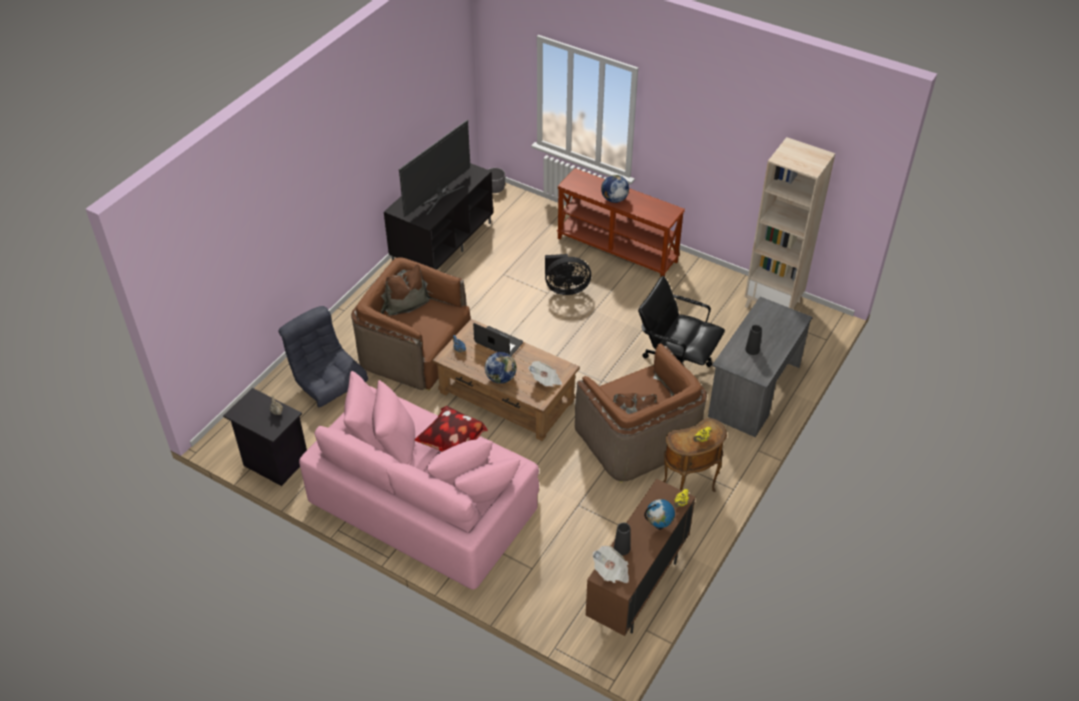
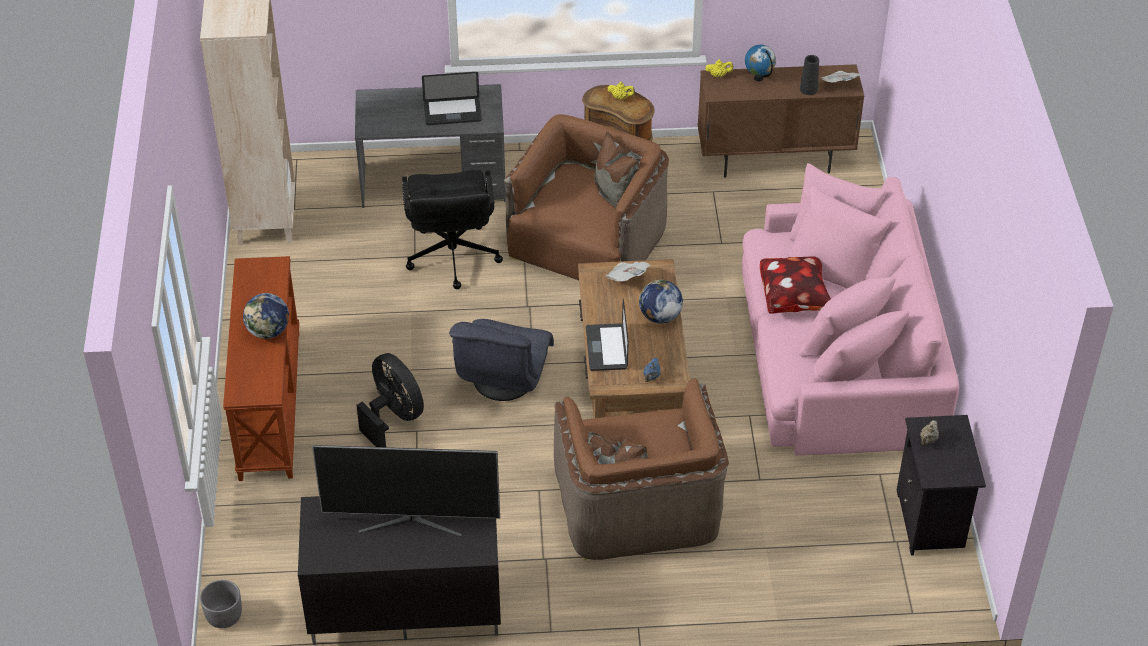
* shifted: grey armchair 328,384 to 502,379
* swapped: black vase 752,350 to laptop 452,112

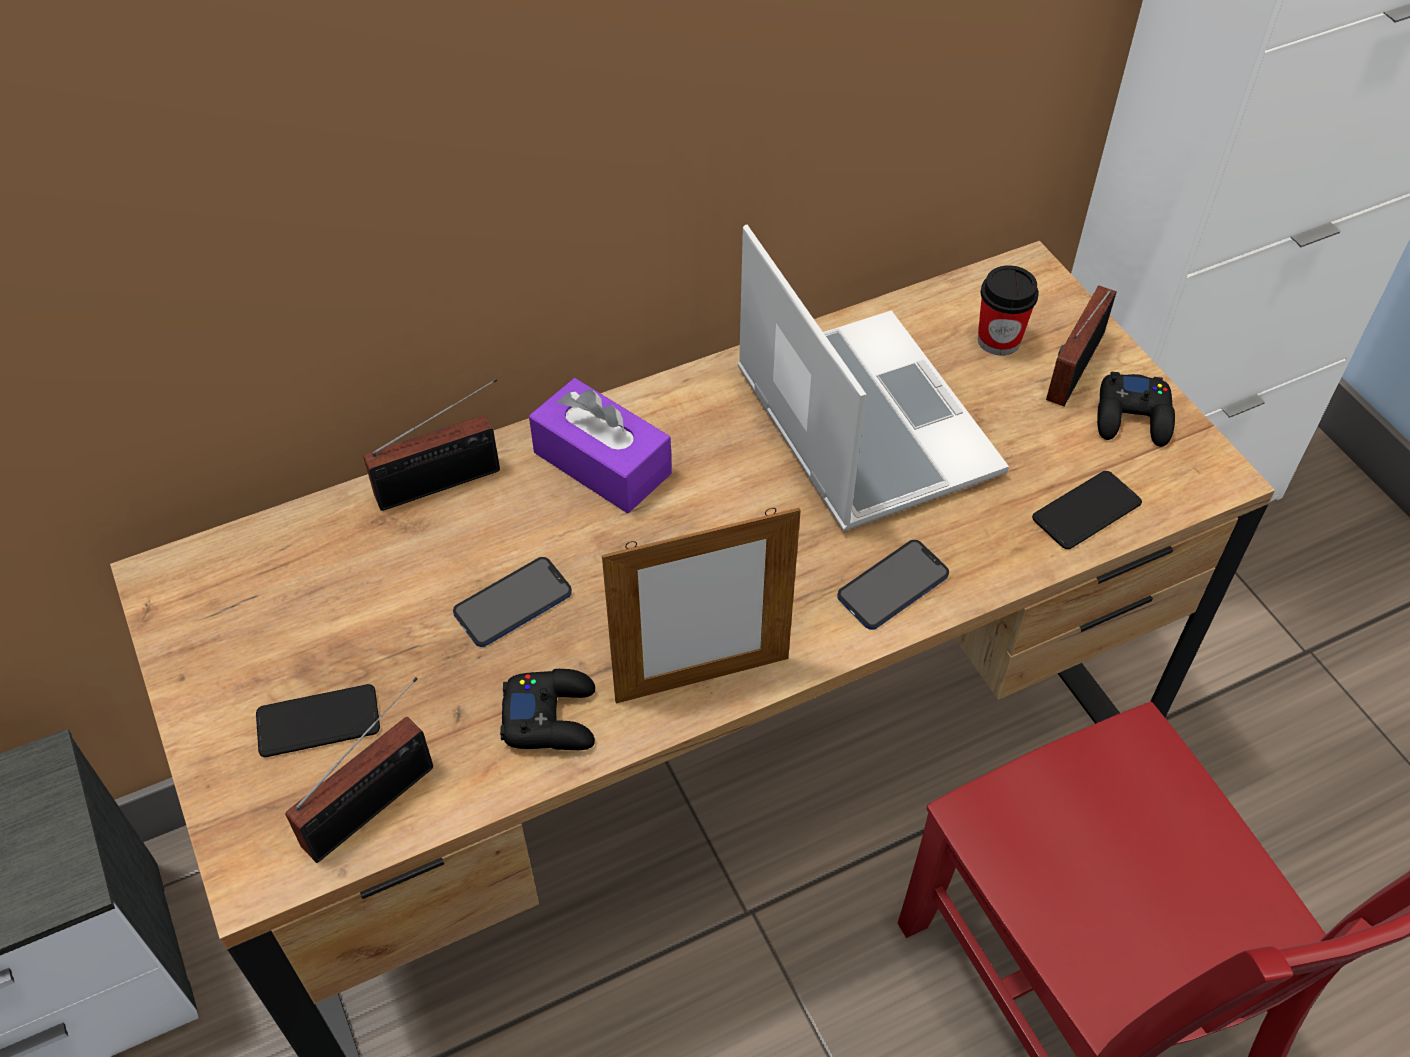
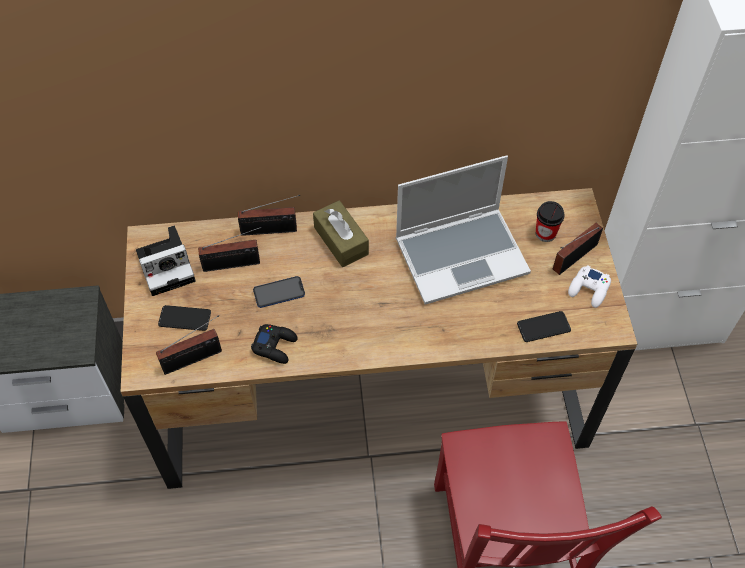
* gone: picture frame 702,679
* gone: phone 893,586
* new: photo camera 168,265
* new: radio 234,264
* repainted: purple tissue box 602,463 to brown tissue box 341,241
* repainted: black game controller 1133,417 to white game controller 589,289
* rotated: laptop 860,422 = 462,255 75 degrees clockwise

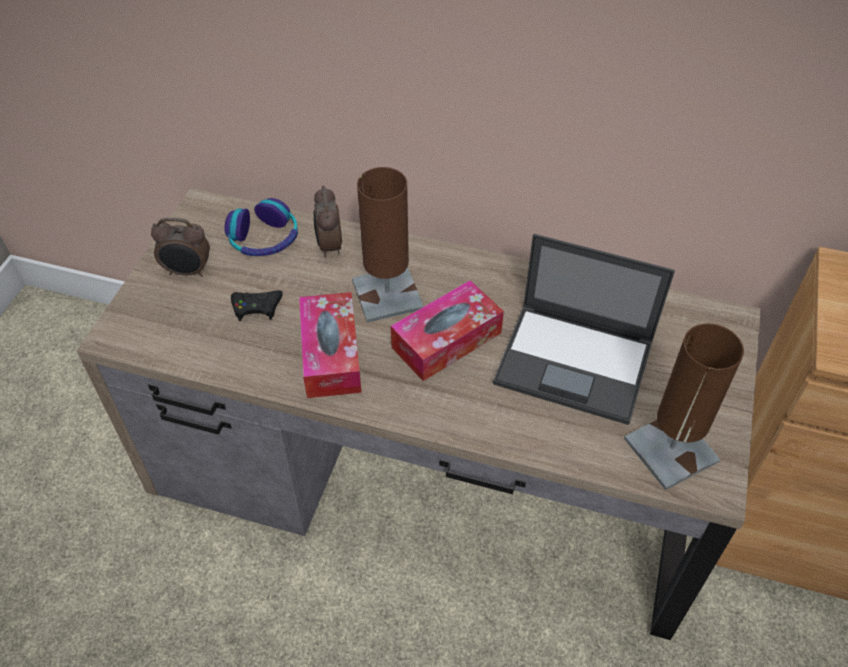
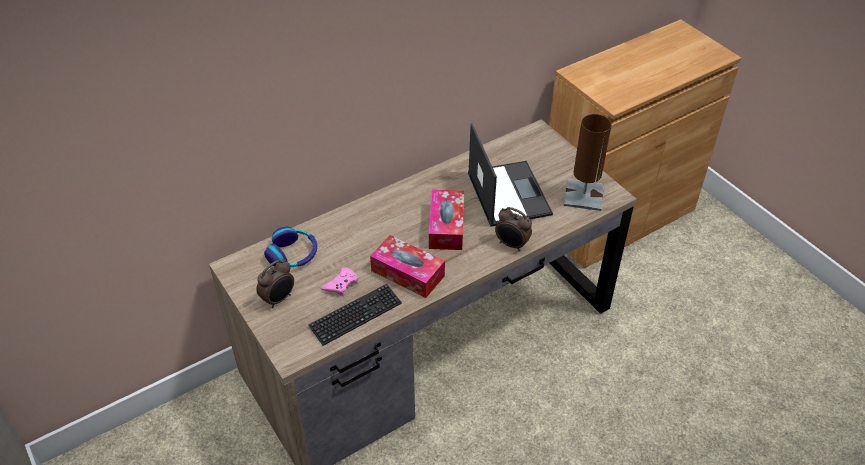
* gone: brown table lamp 387,294
* new: keyboard 355,315
* shifted: alarm clock 329,246 to 511,245
* repainted: black game controller 256,307 to pink game controller 341,284
* rotated: laptop 576,363 = 508,193 75 degrees counterclockwise

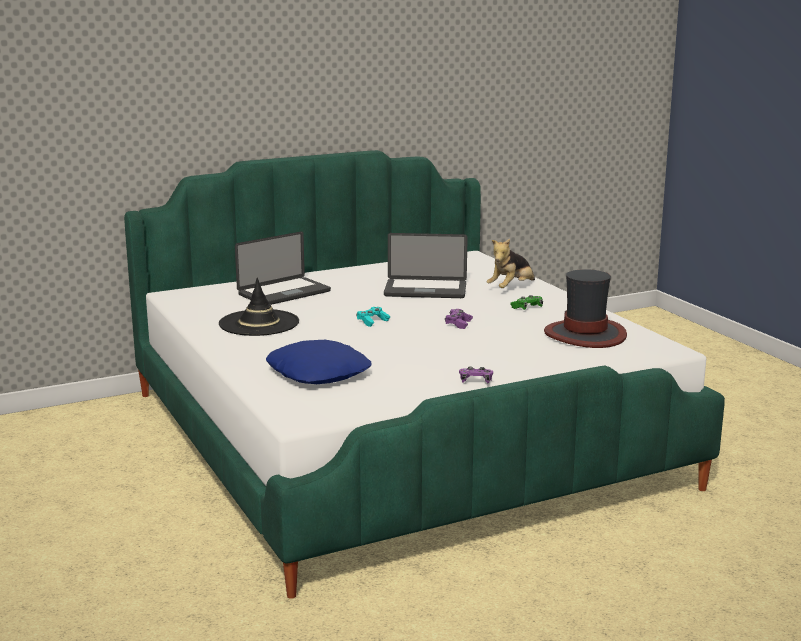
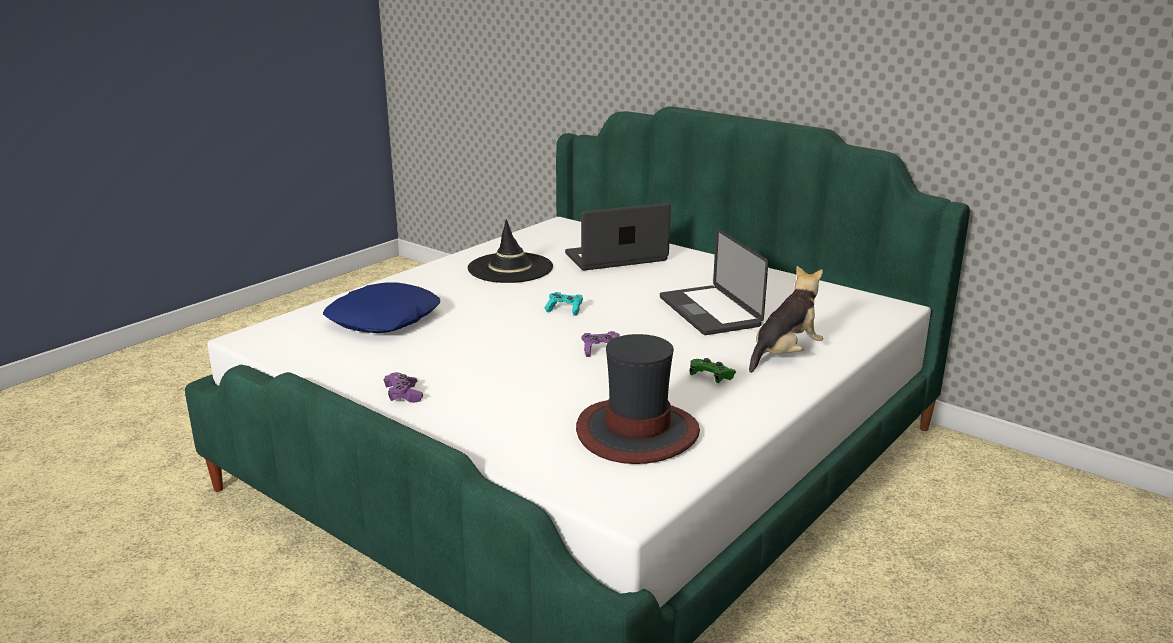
* rotated: laptop 284,293 = 616,257 135 degrees clockwise
* rotated: plush toy 511,288 = 784,354 120 degrees clockwise

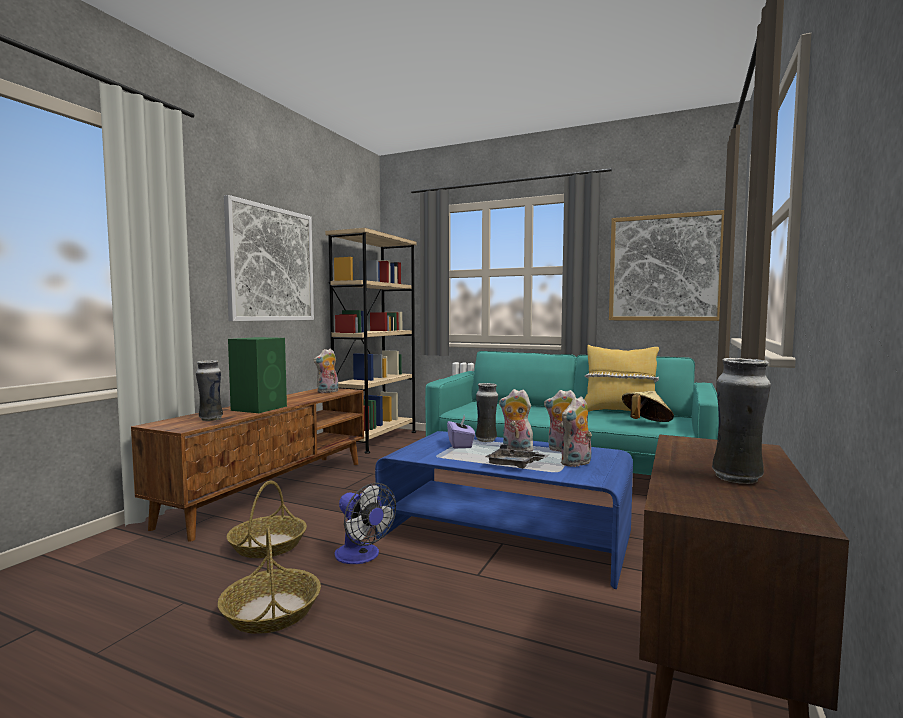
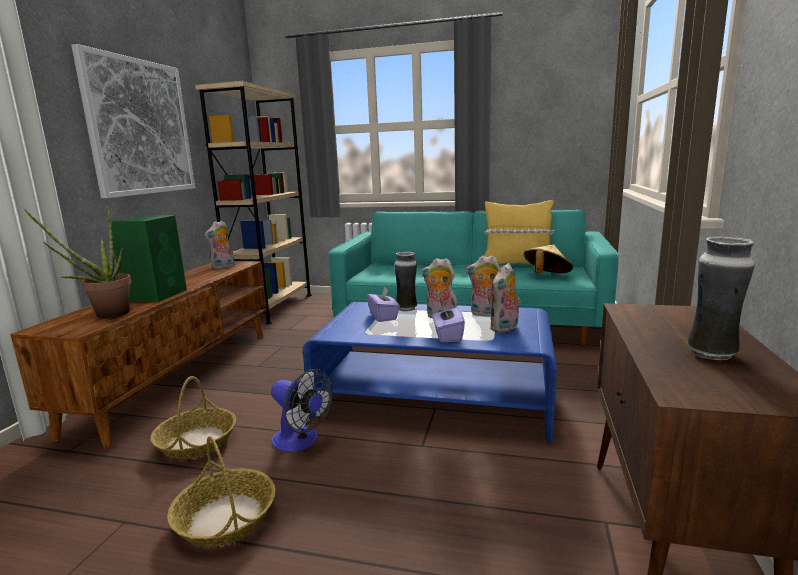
* gone: picture 664,268
* swapped: vase 210,419 to potted plant 105,315
* swapped: grey tray 515,465 to purple tissue box 447,336

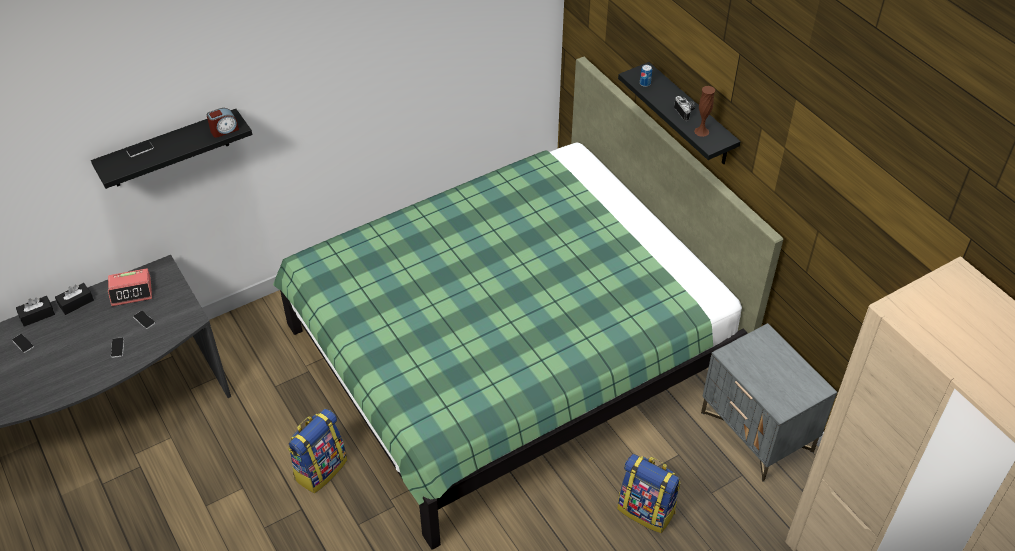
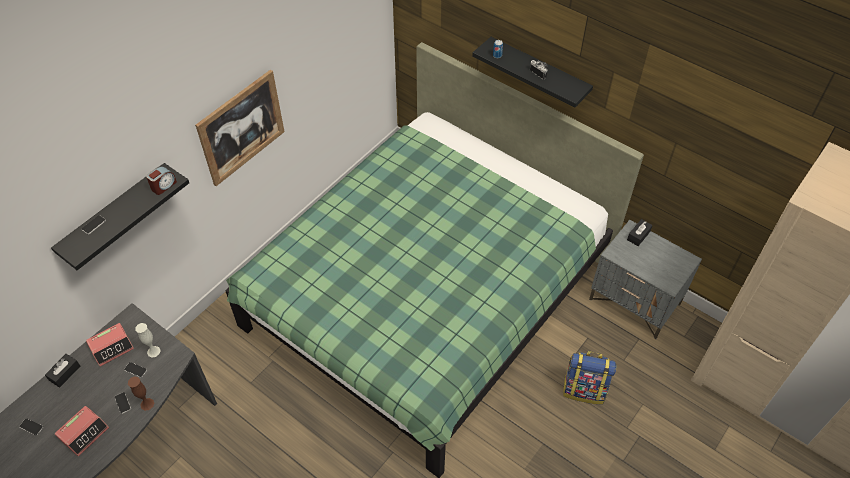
* gone: backpack 320,469
* new: alarm clock 84,433
* new: white vase 153,351
* new: picture 241,127
* shifted: black tissue box 37,315 to 638,235
* shifted: brown vase 701,131 to 147,404

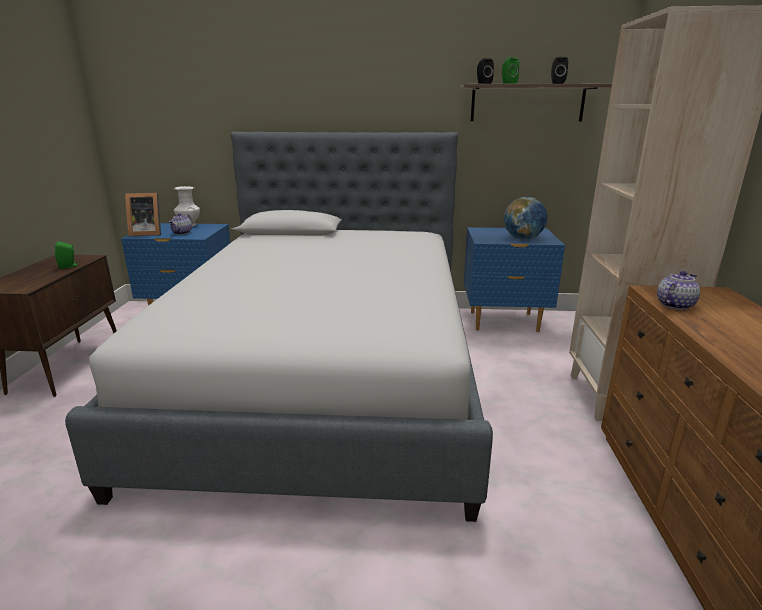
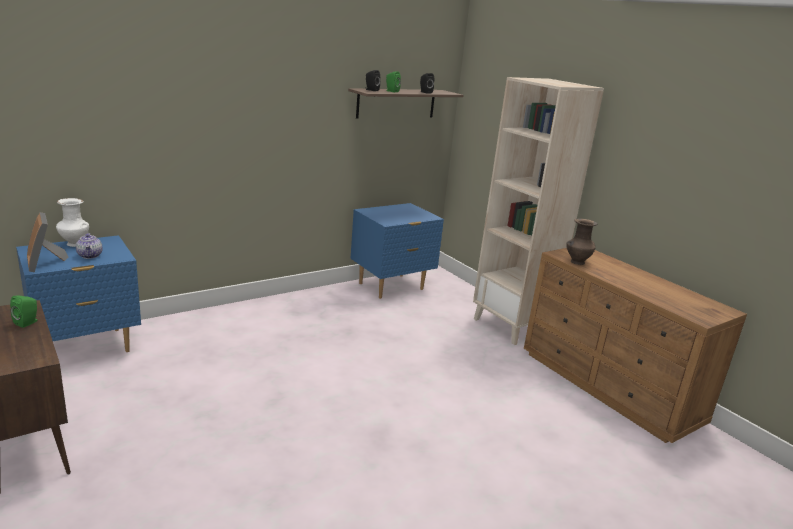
* gone: bed 326,375
* gone: globe 523,239
* swapped: teapot 674,305 to brown vase 576,262
* rotated: picture frame 146,233 = 45,263 105 degrees clockwise

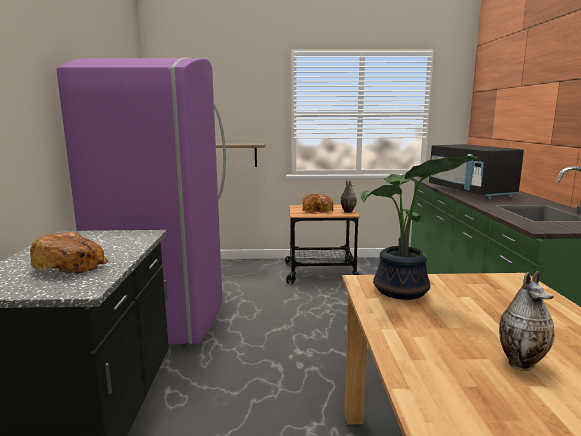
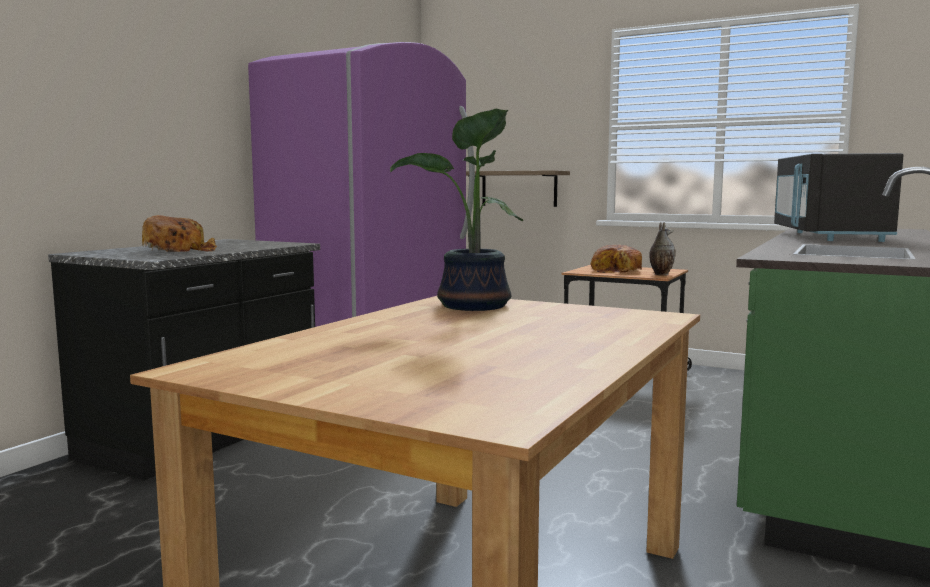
* gone: vase 521,363

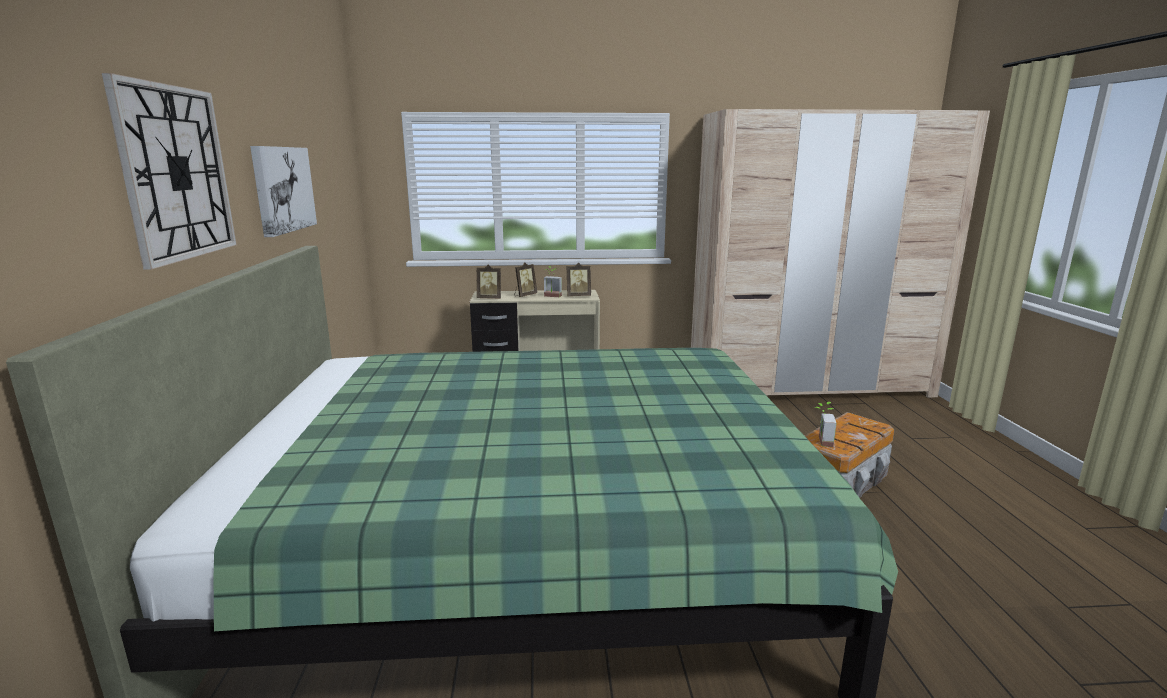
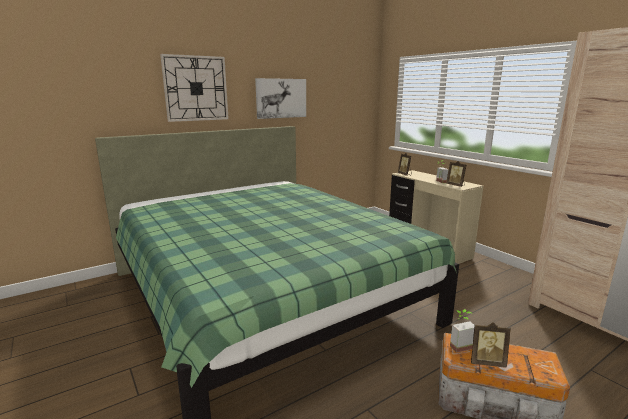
* shifted: picture frame 524,295 to 486,362

